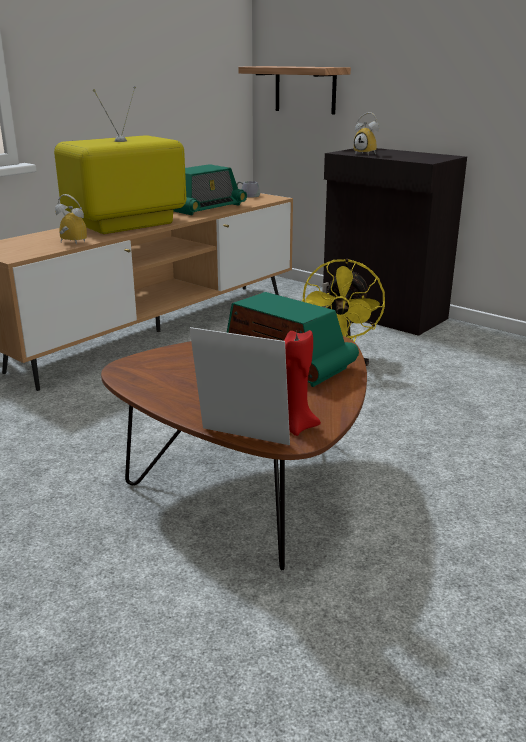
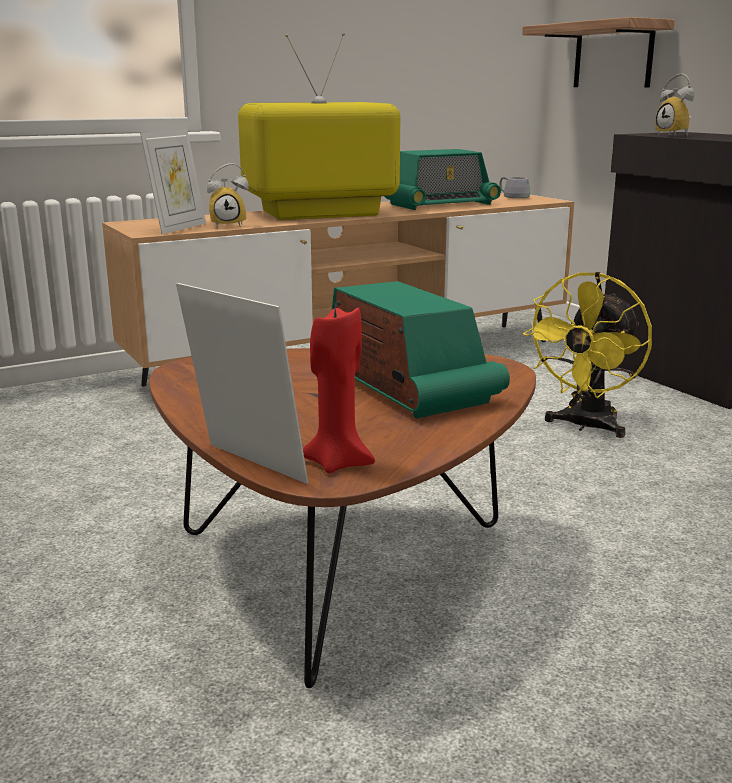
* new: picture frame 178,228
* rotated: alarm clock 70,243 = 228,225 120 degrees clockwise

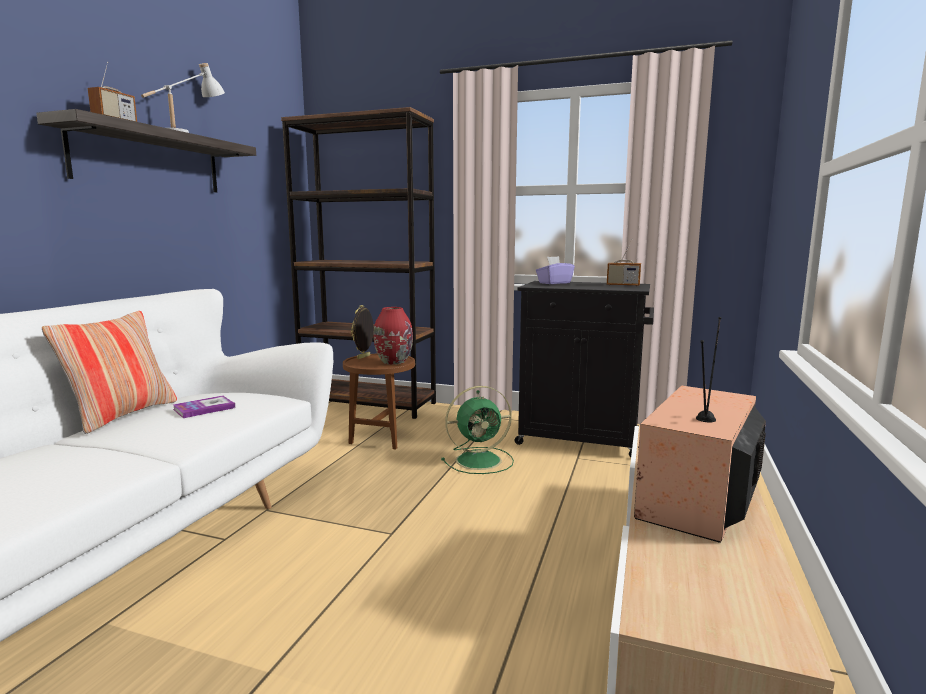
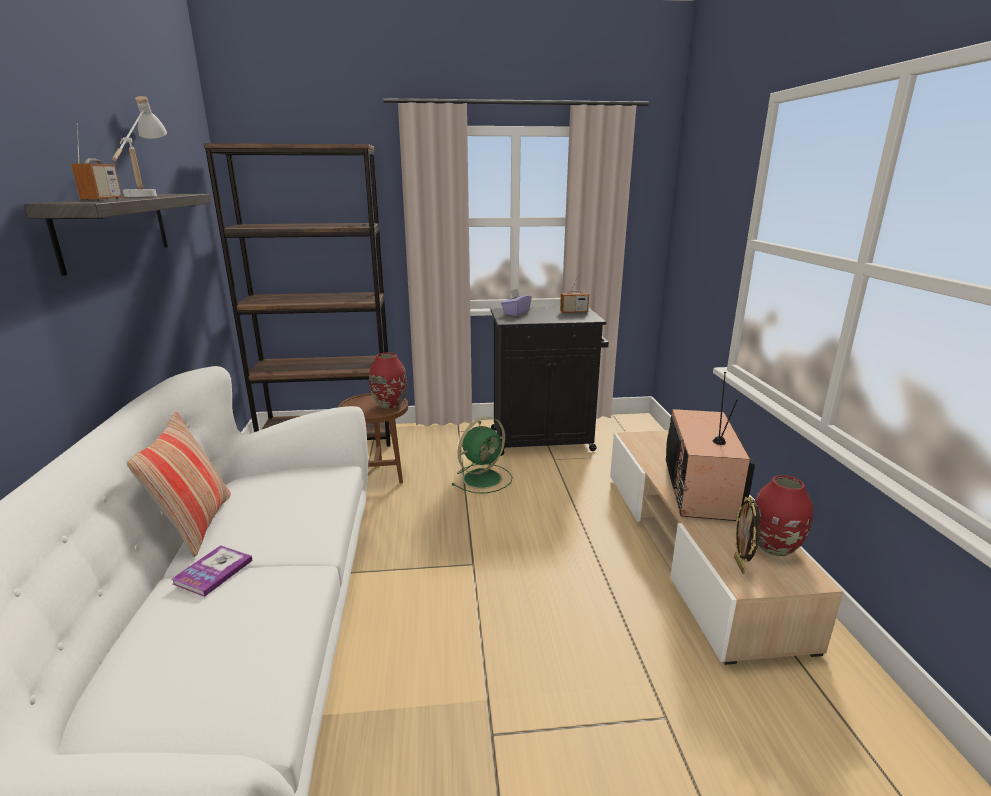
* new: red vase 775,547
* shifted: book 204,408 to 213,572
* shifted: picture frame 364,357 to 740,565

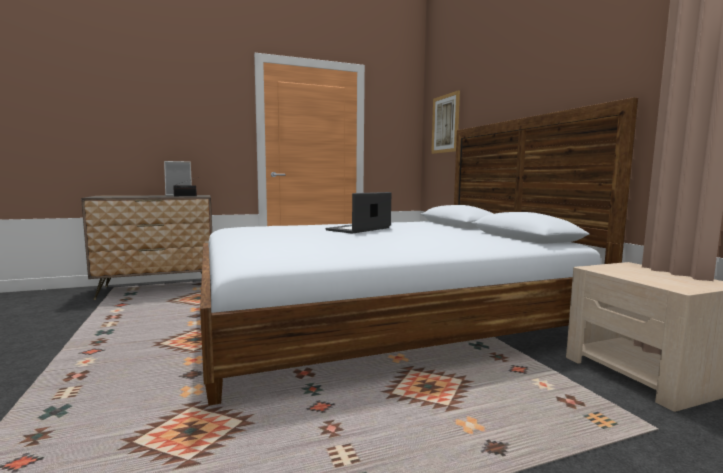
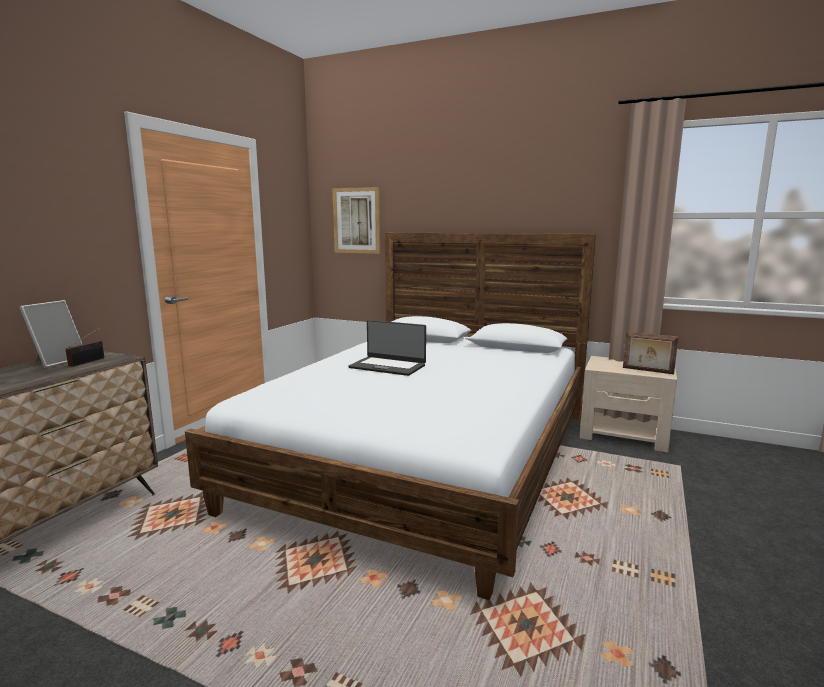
* new: picture frame 647,371
* rotated: laptop 359,229 = 388,366 60 degrees counterclockwise

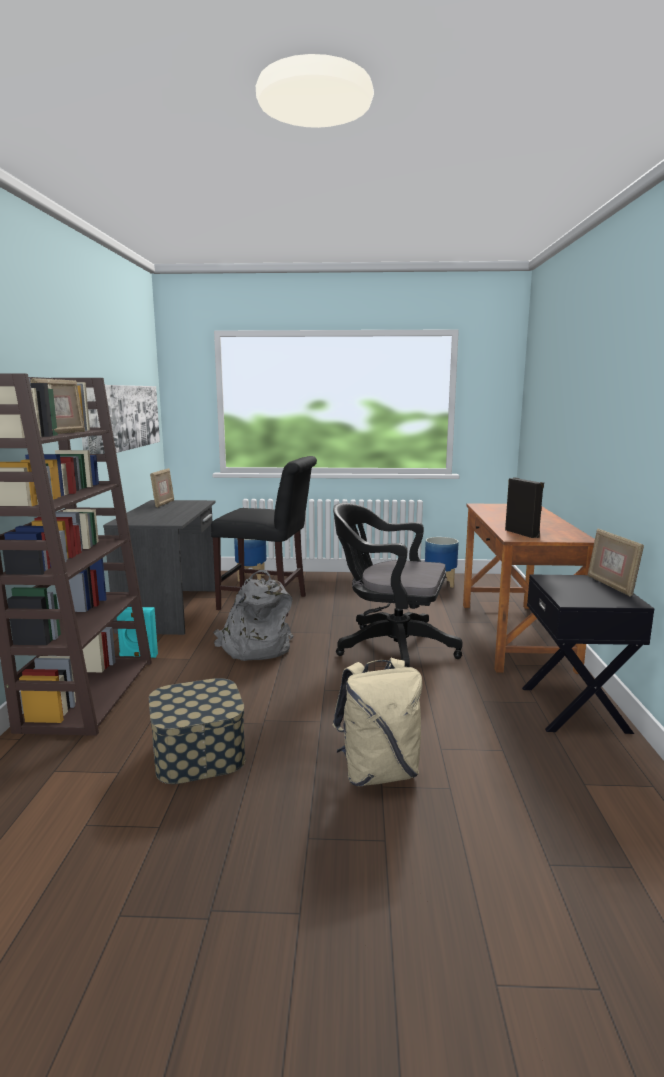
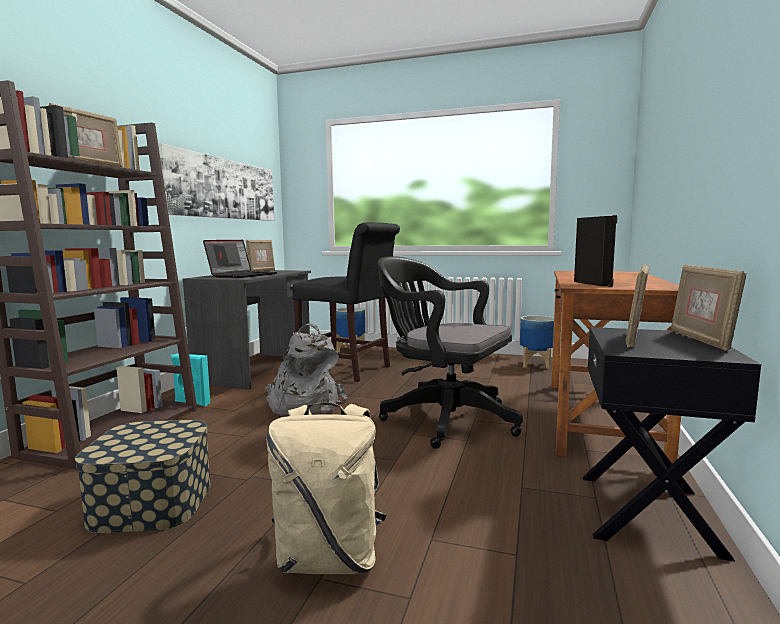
* new: laptop 242,275
* new: picture frame 636,339

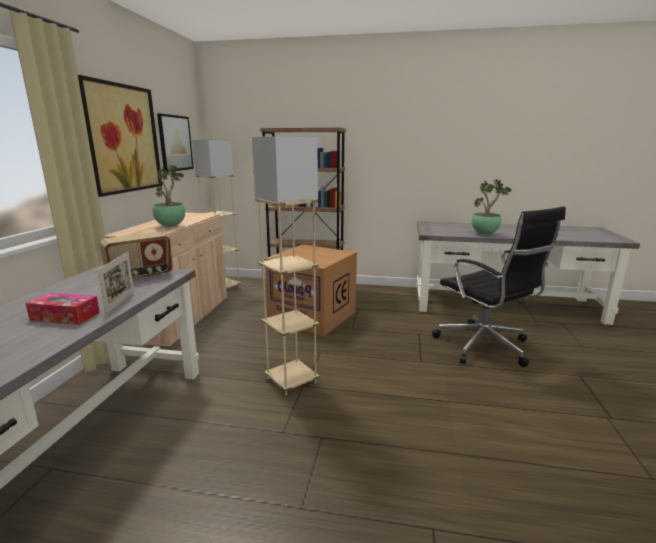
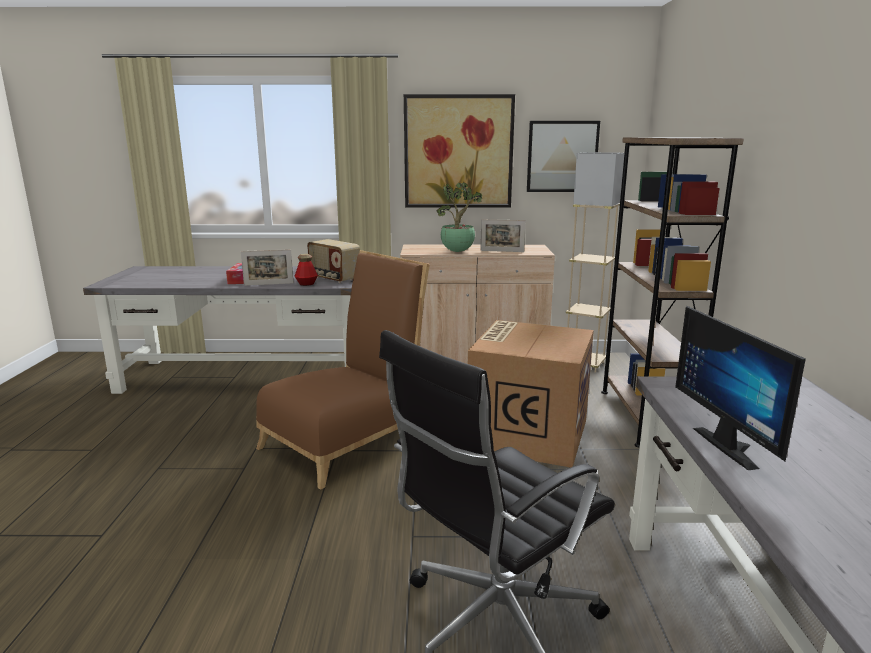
* new: bottle 306,284
* new: picture frame 502,251
* swapped: beige floor lamp 291,380 to brown chair 347,440
* swapped: potted plant 485,234 to monitor 733,446

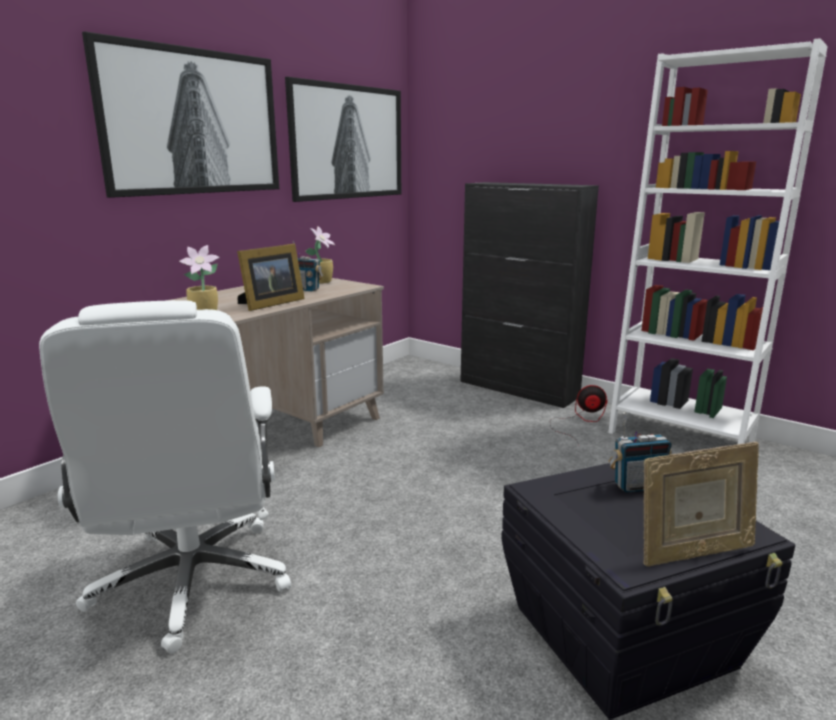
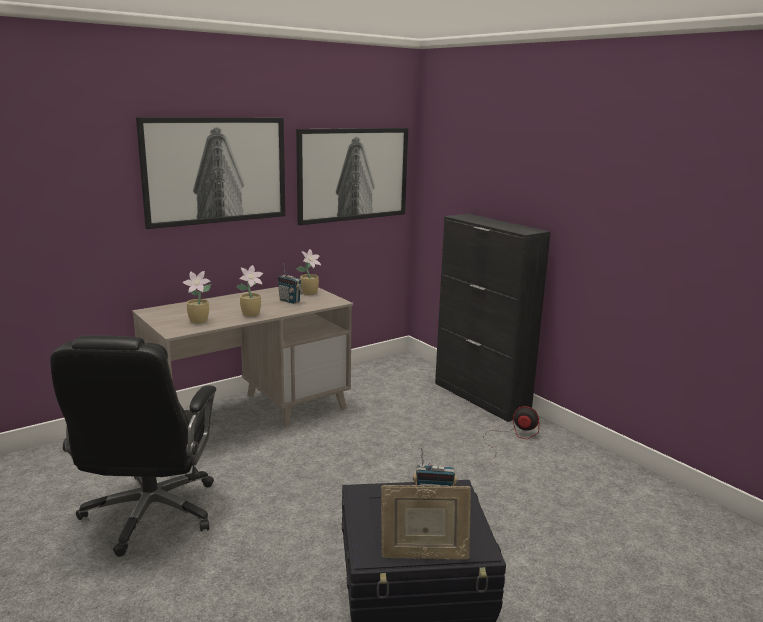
* gone: white bookcase 680,436
* swapped: picture frame 270,304 to potted plant 252,314
* repainted: white office chair 192,583 to black office chair 150,514

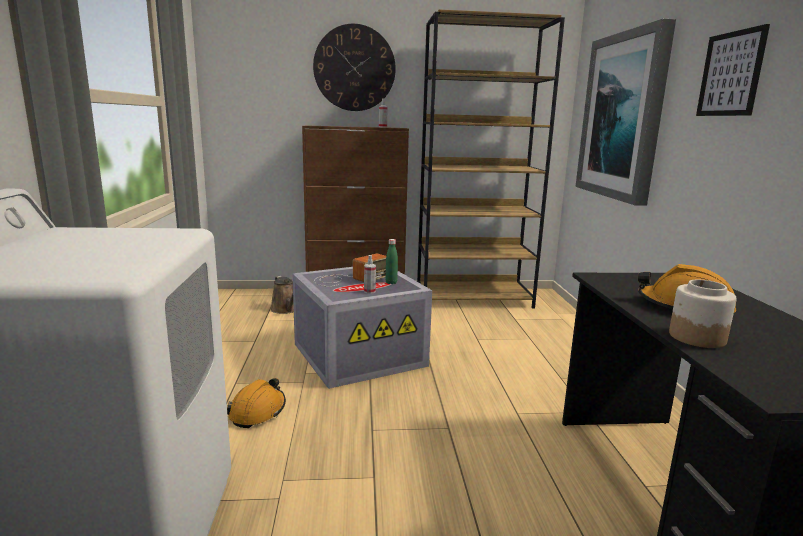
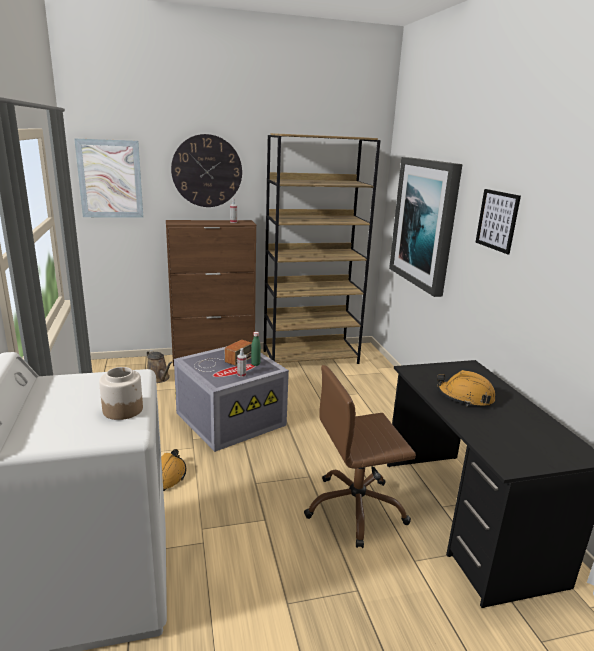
* new: picture 110,179
* new: brown office chair 355,509
* shifted: jar 696,337 to 123,409

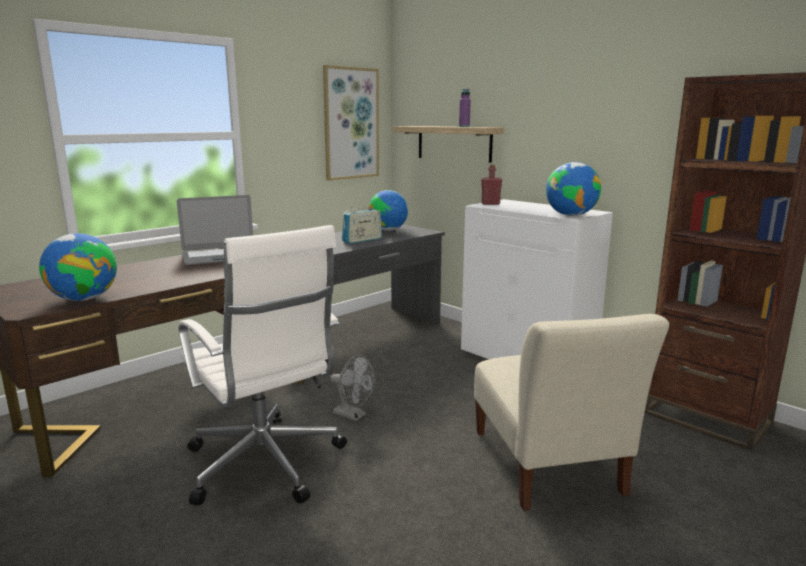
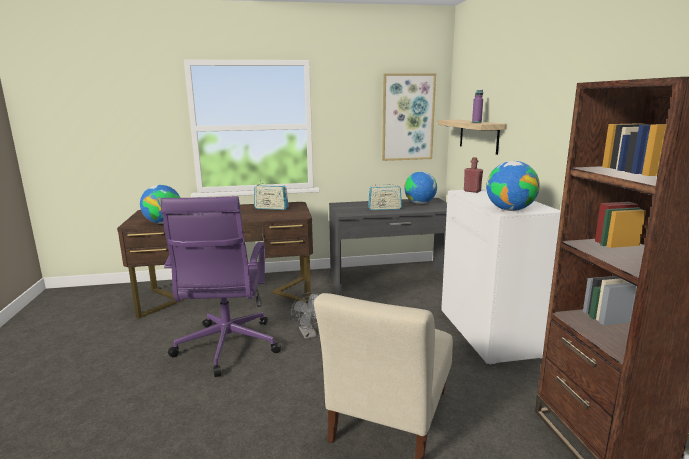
* swapped: laptop 221,257 to radio 271,208
* repainted: white office chair 265,465 to purple office chair 227,347

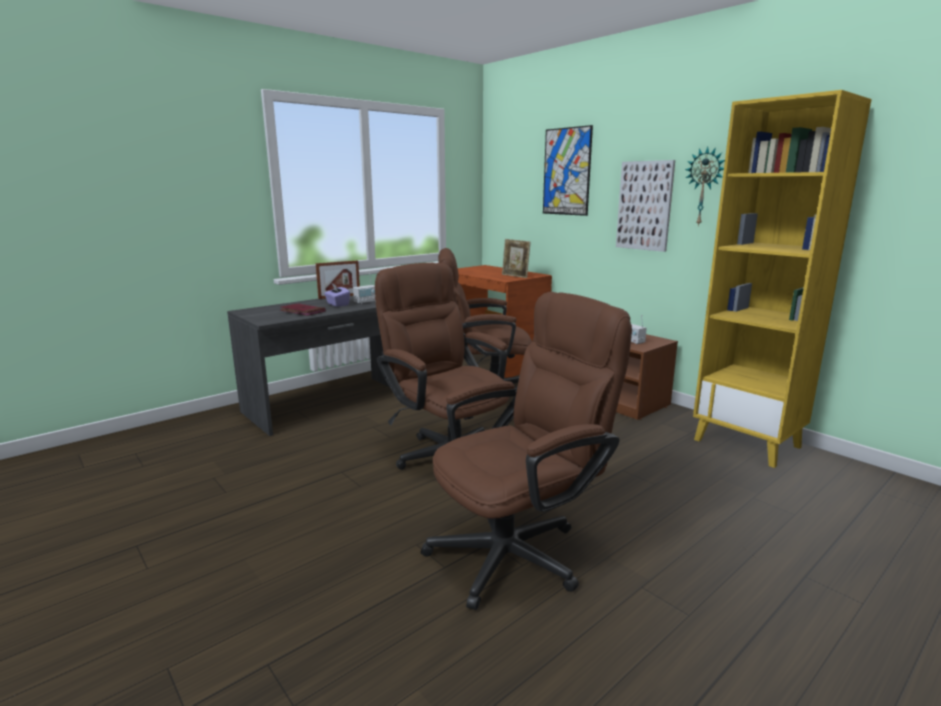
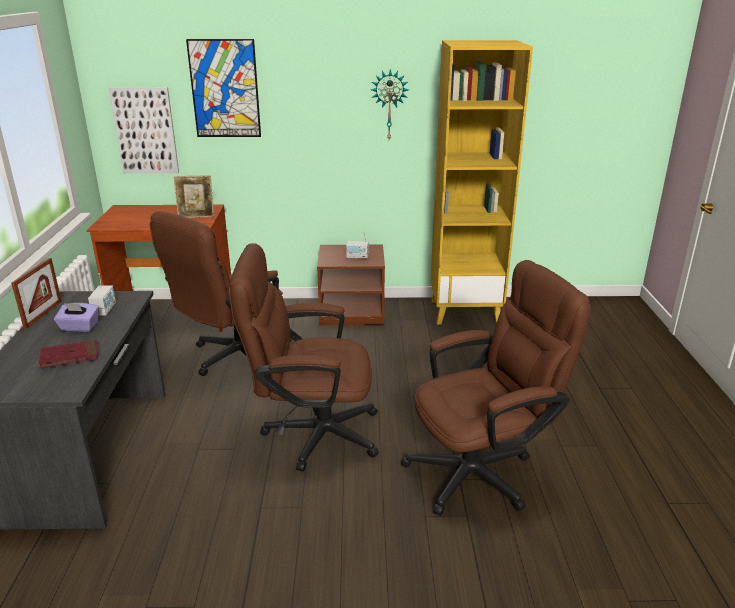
* shifted: picture 644,206 to 145,131
* rotated: brown office chair 519,550 = 482,471 60 degrees clockwise

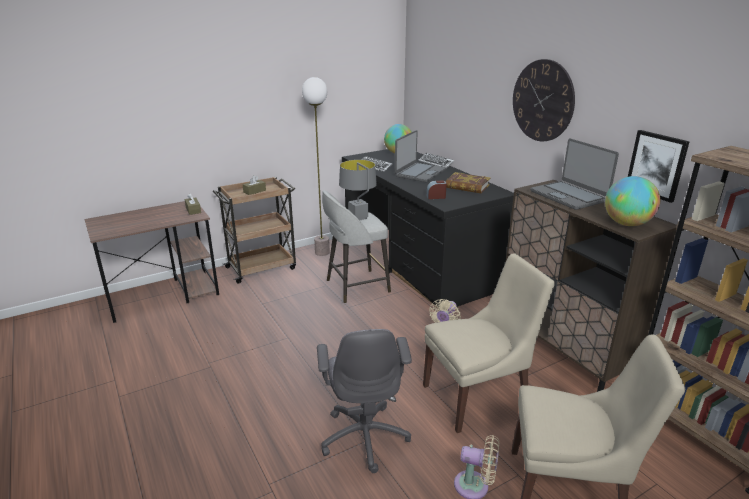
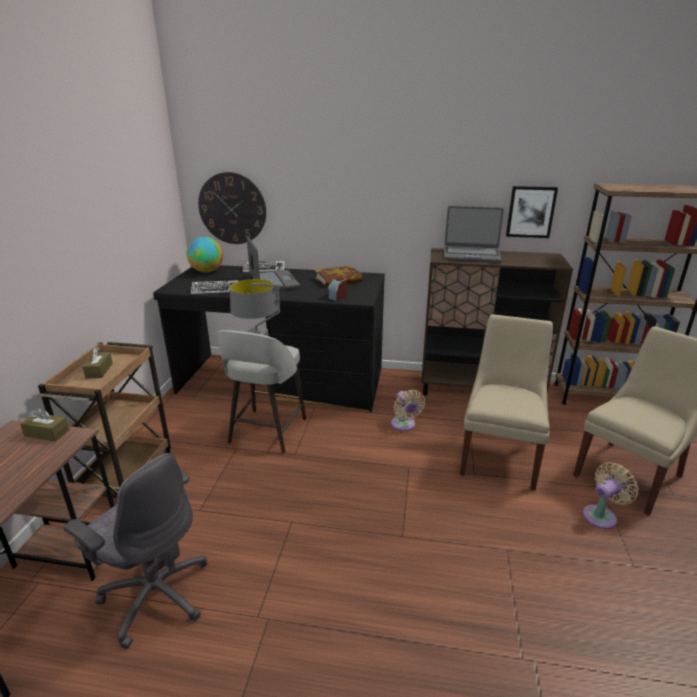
* gone: floor lamp 322,252
* gone: globe 627,224
* shifted: grey office chair 365,436 to 155,594
* shifted: wall clock 542,101 to 232,208

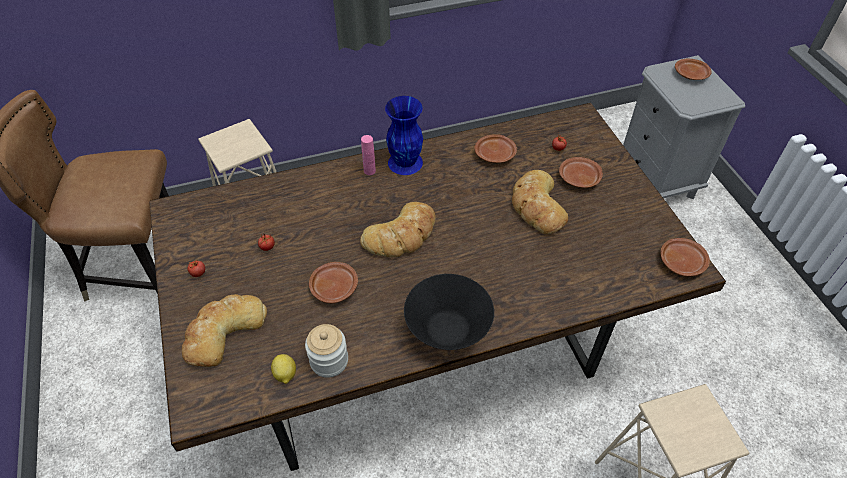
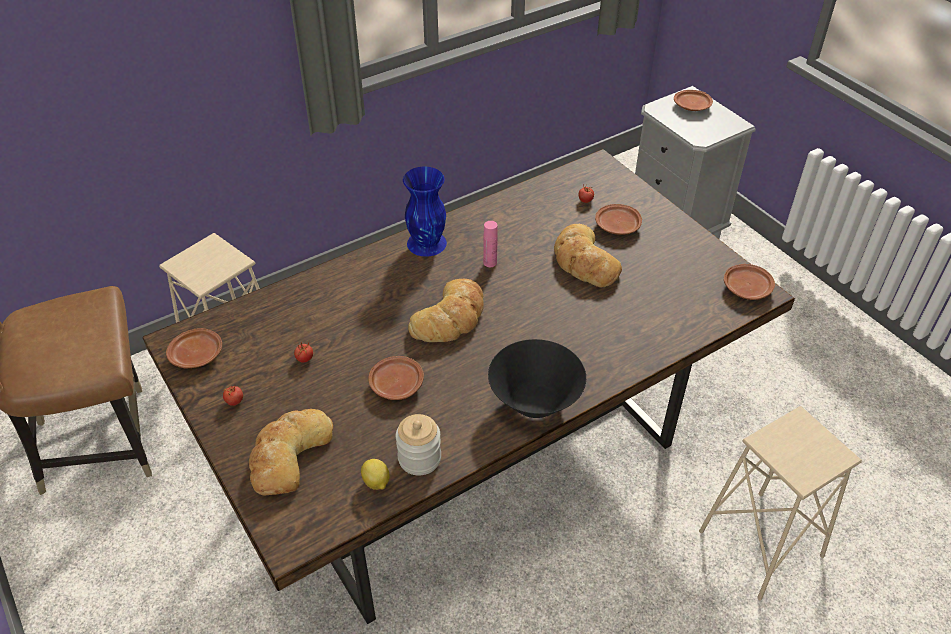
* shifted: pink bottle 369,171 to 490,262
* shifted: brown plate 495,154 to 197,355

